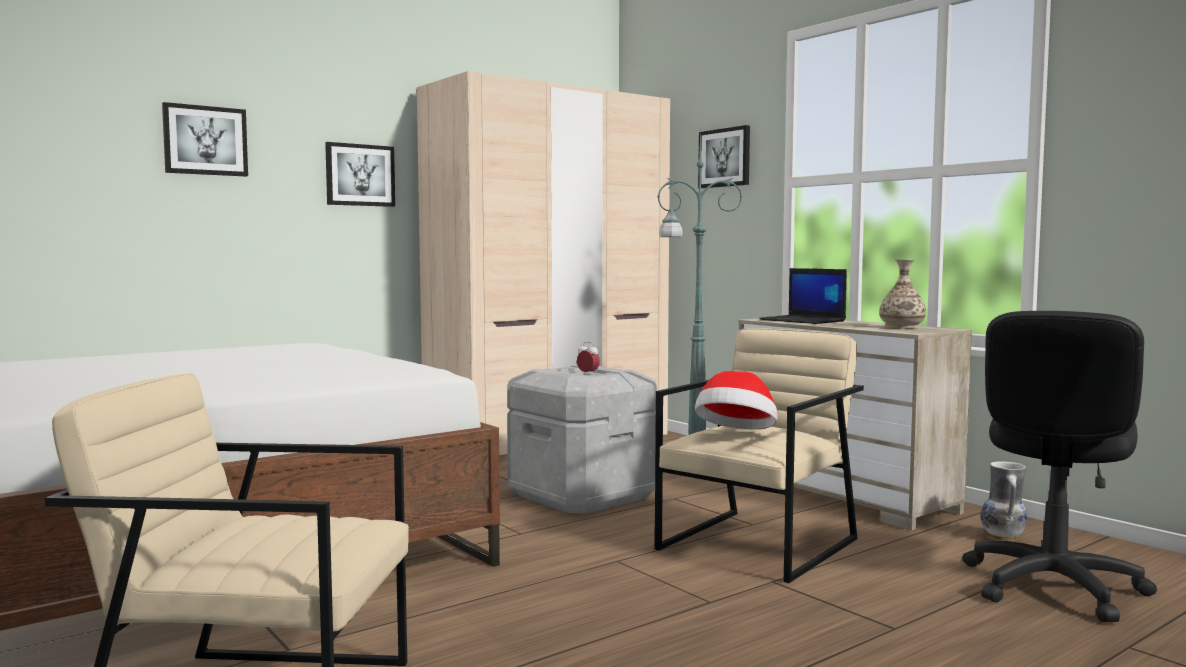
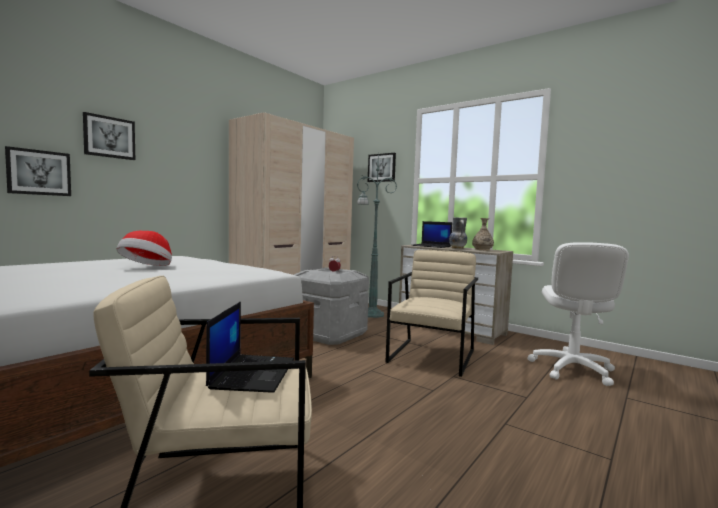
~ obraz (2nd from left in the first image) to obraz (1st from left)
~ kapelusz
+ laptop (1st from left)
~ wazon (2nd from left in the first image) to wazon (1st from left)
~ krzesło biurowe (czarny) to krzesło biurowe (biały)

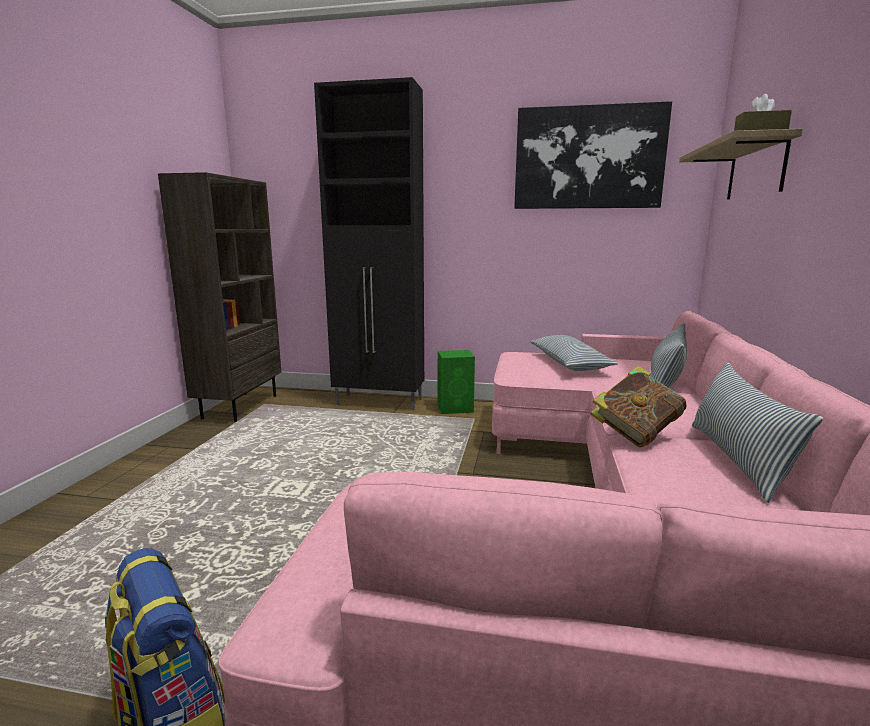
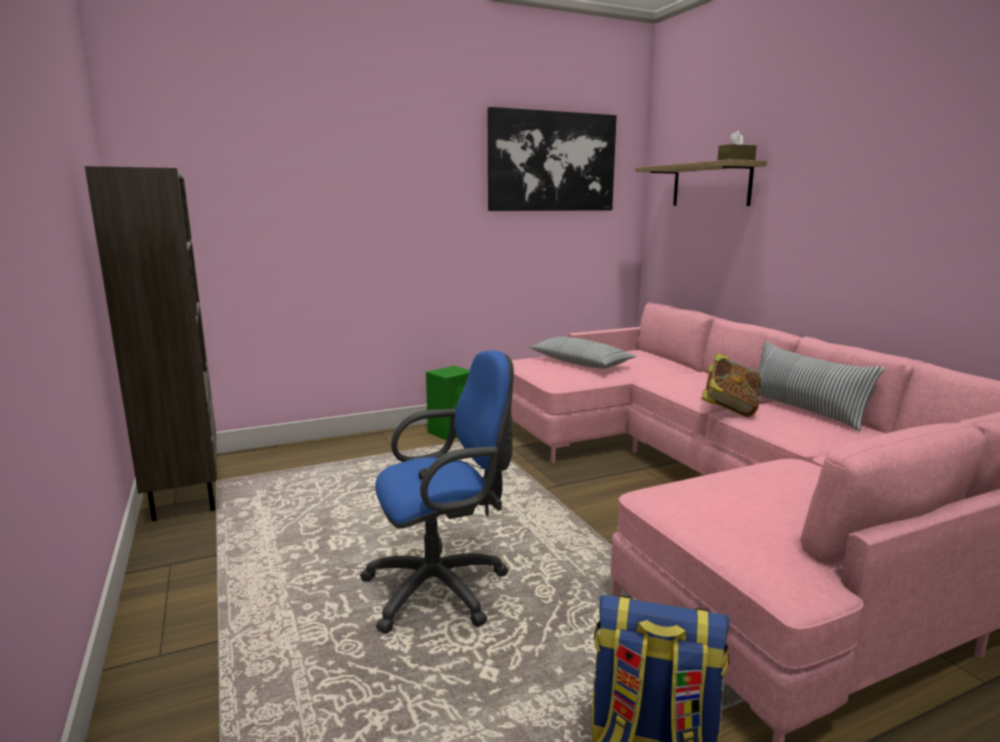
+ krzesło biurowe (niebieski)
- szafka (czarny)
- poduszka (2nd from left)

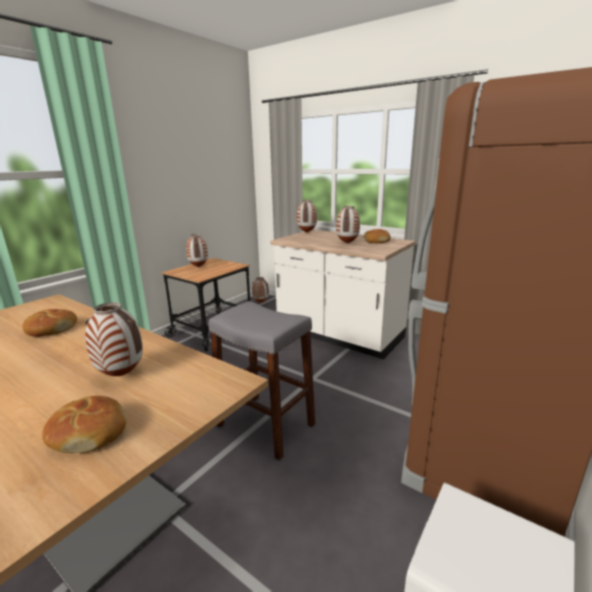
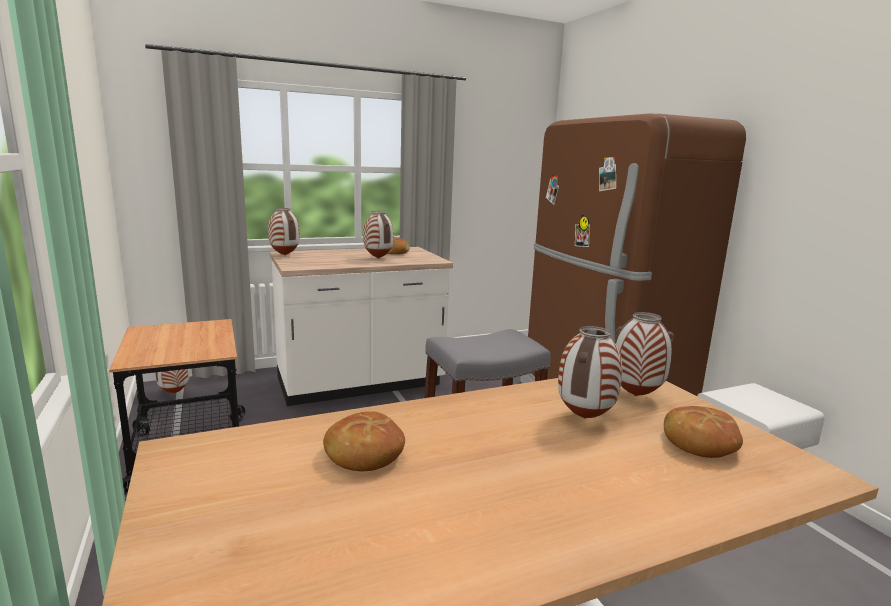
~ wazon (2nd from left in the first image) to wazon (5th from left)

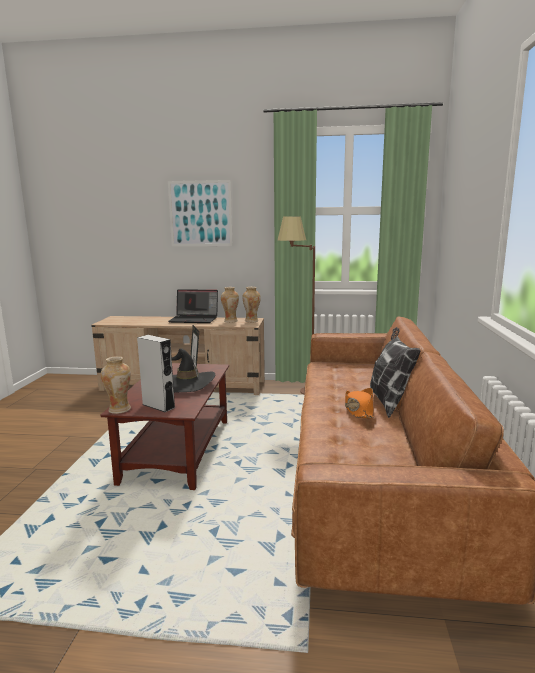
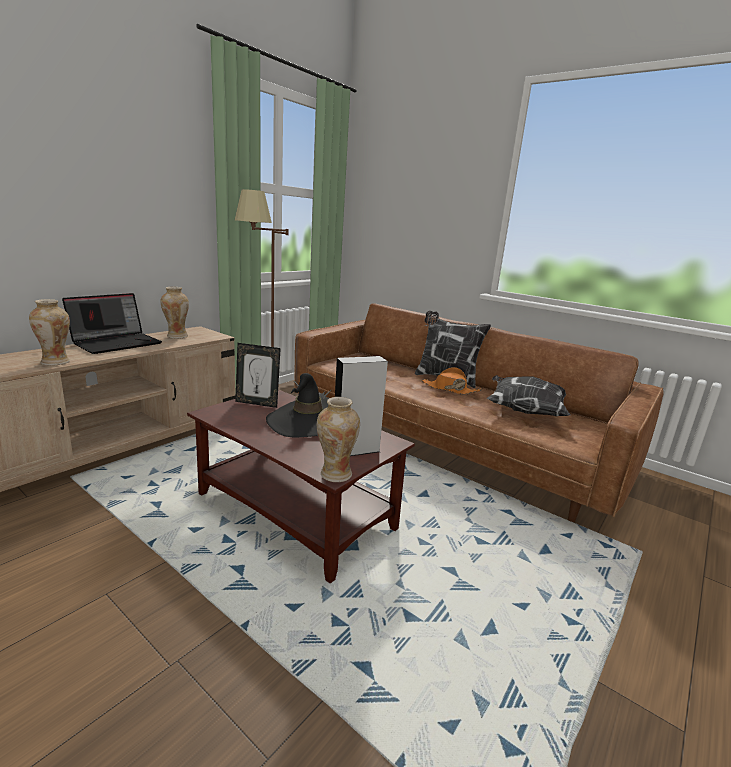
~ wazon (3rd from left in the first image) to wazon (1st from left)
+ poduszka (2nd from left)
- obraz

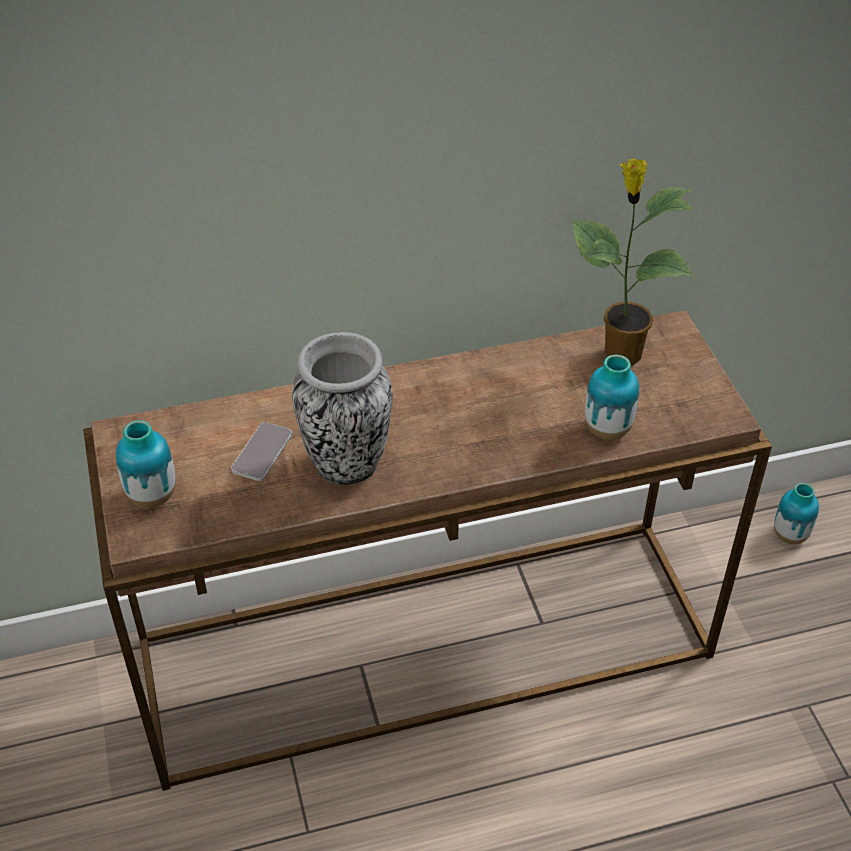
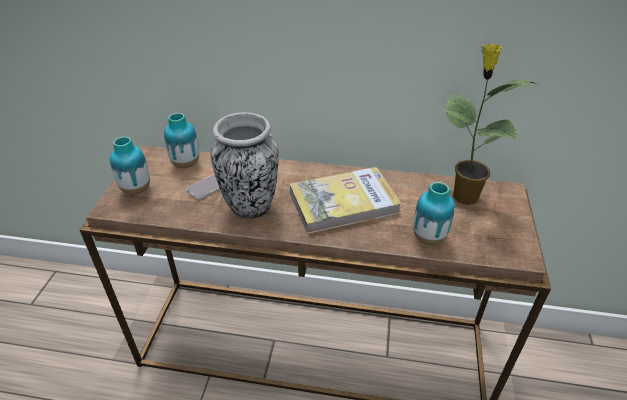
~ wazon (4th from left in the first image) to wazon (2nd from left)
+ książka

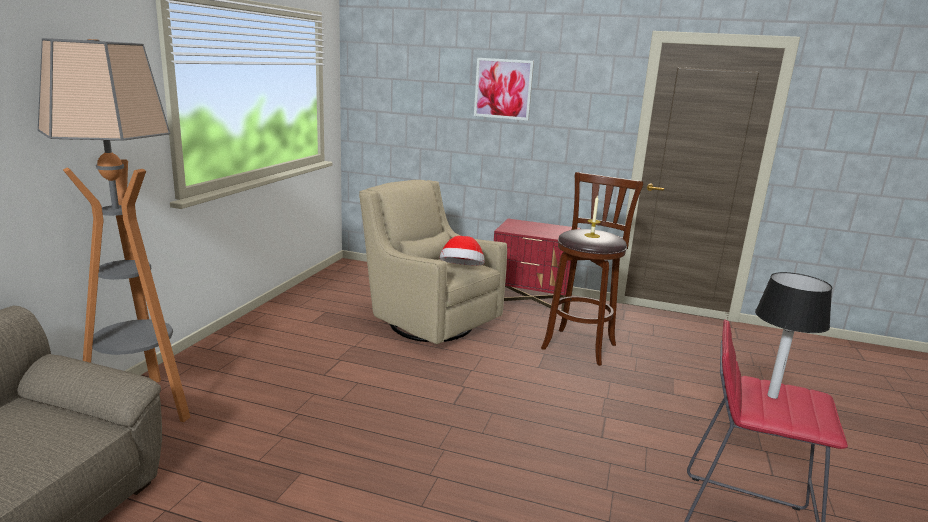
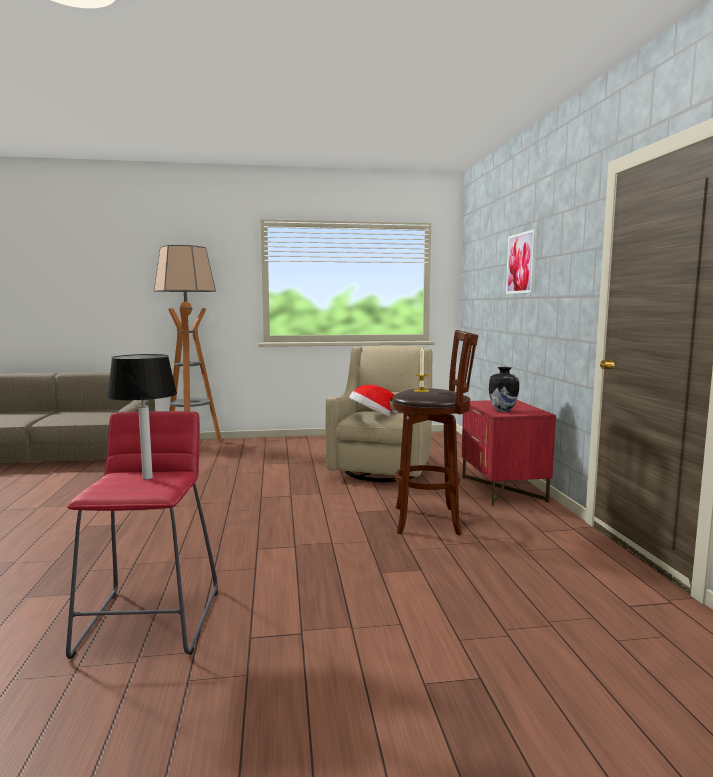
+ wazon

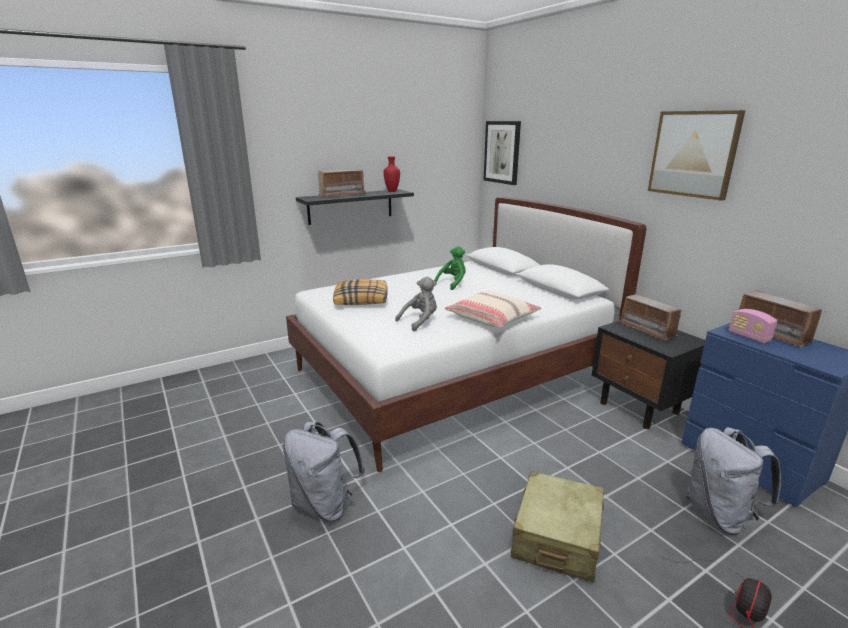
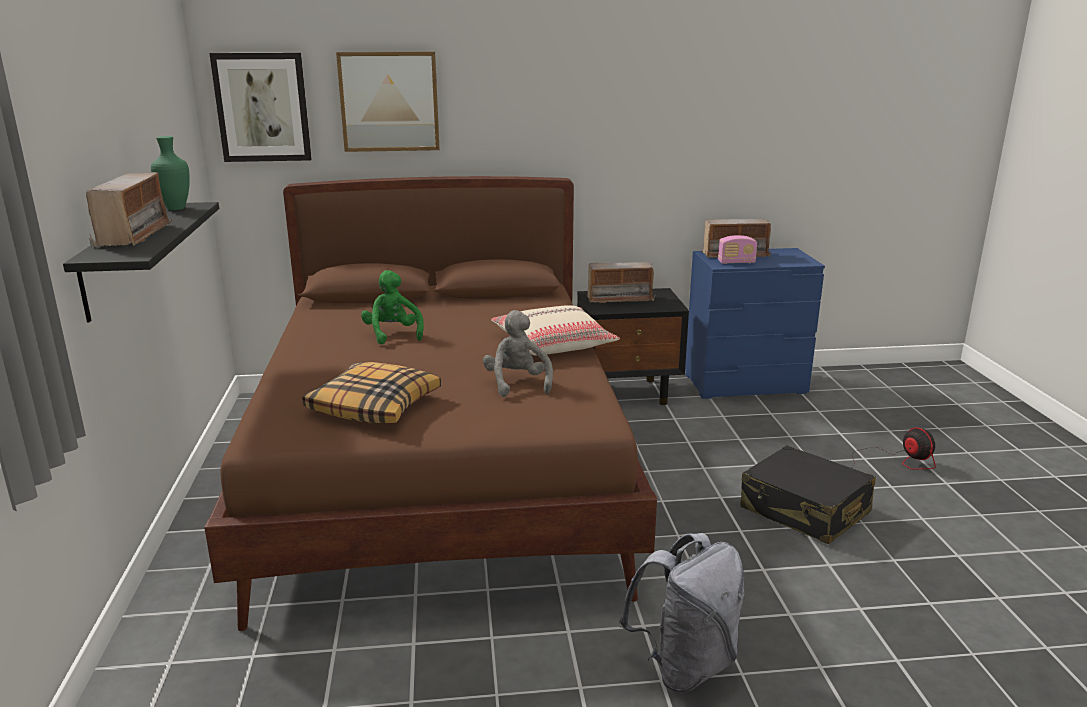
~ wazon (czerwony) to wazon (zielony)
~ łóżko (biały) to łóżko (brązowy)
~ obraz (2nd from left)
~ walizka (beżowy) to walizka (czarny)
- plecak (szary) (2nd from left)

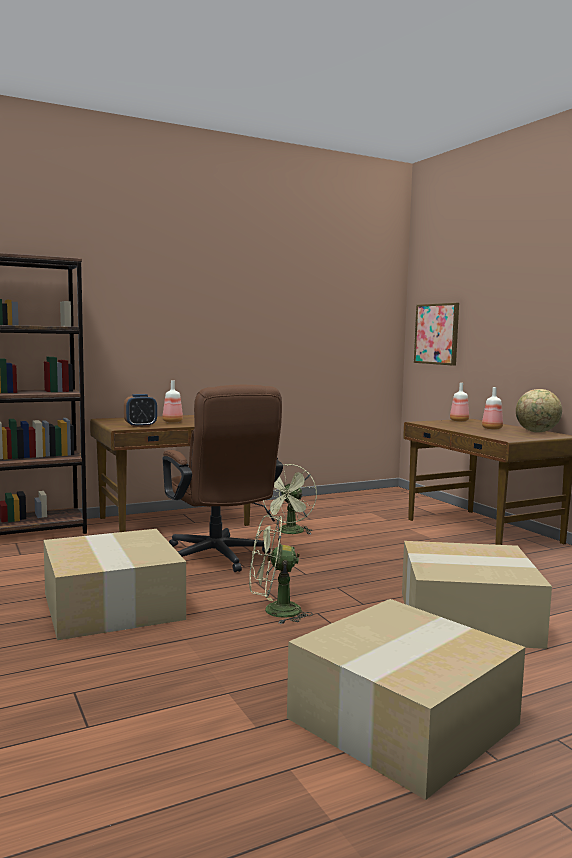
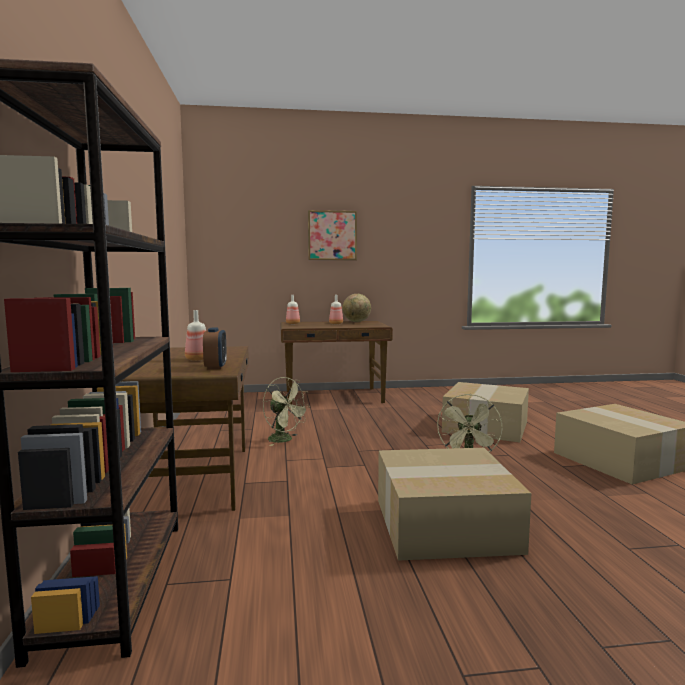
~ obraz
- krzesło biurowe (brązowy)

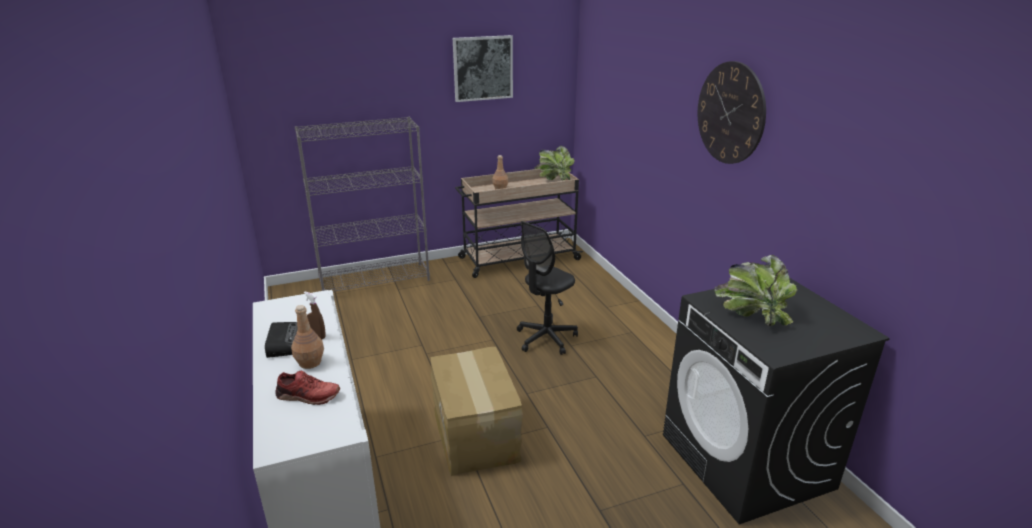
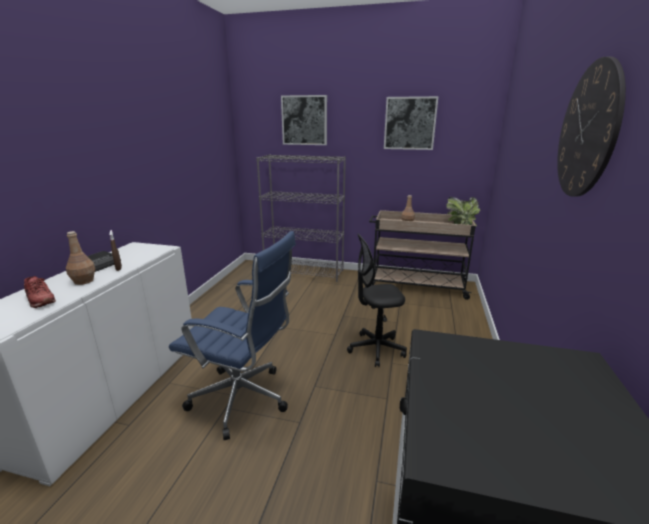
~ karton to krzesło biurowe (niebieski)
+ obraz (1st from left)
- roślina doniczkowa (2nd from left)

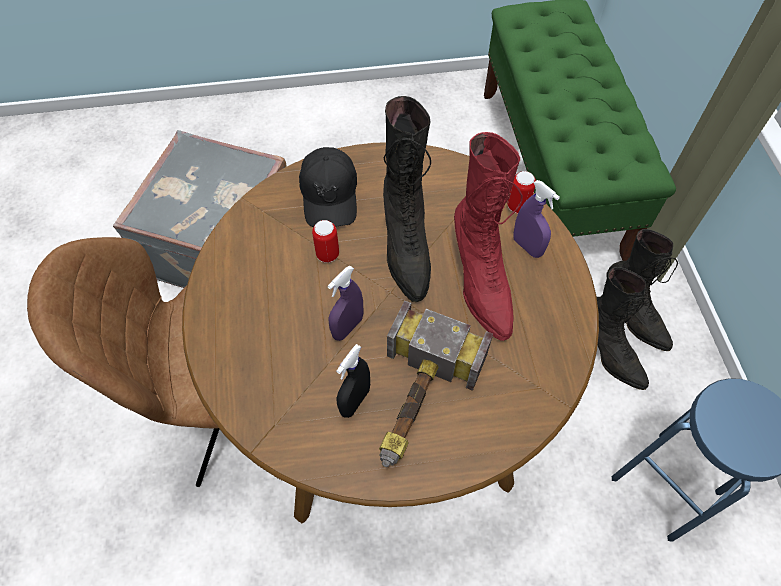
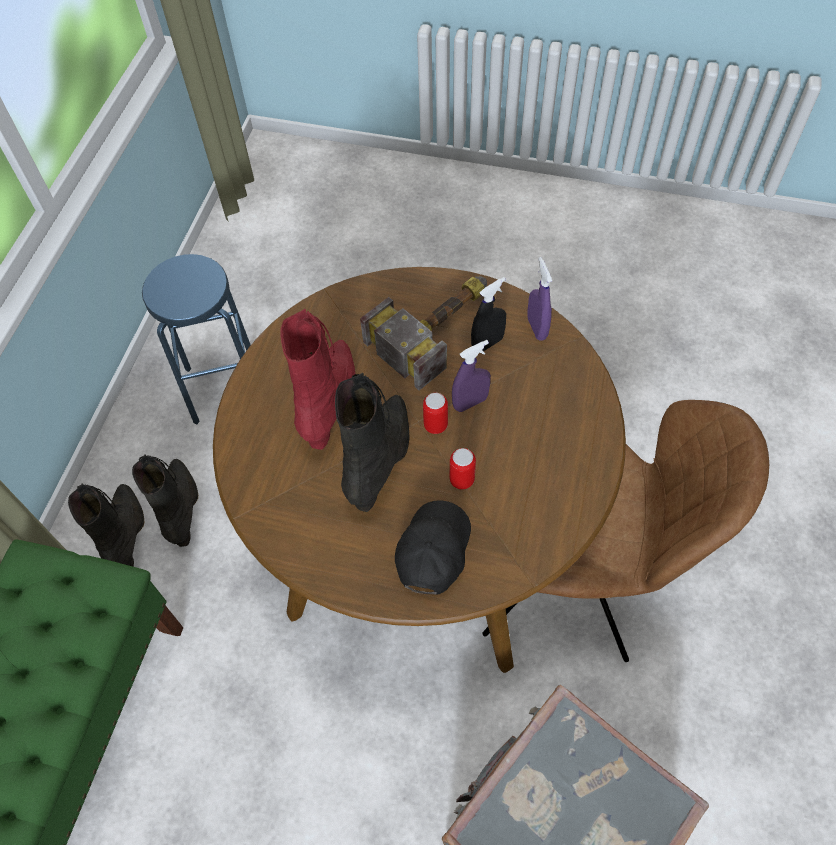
~ puszka (2nd from left in the first image) to puszka (1st from left)
~ spryskiwacz (fioletowy) (2nd from left)

